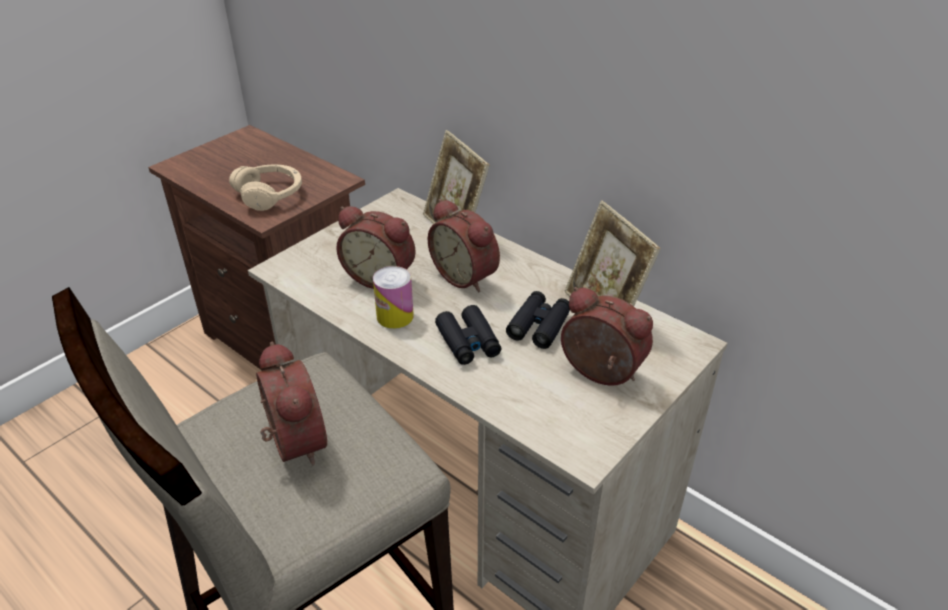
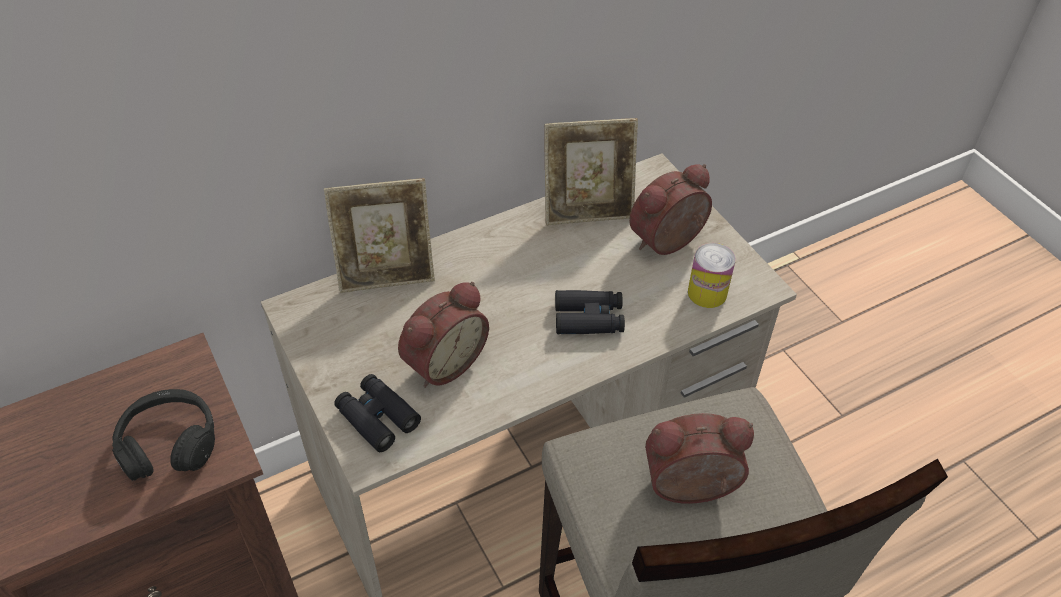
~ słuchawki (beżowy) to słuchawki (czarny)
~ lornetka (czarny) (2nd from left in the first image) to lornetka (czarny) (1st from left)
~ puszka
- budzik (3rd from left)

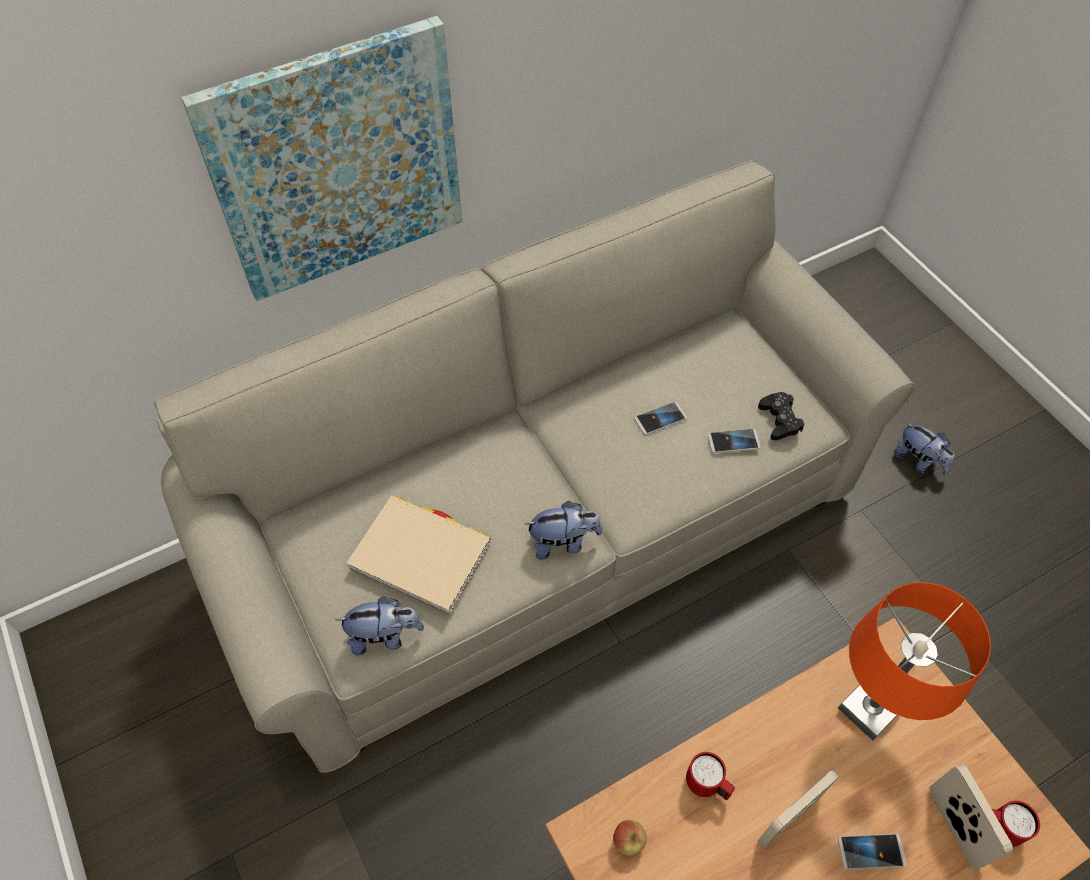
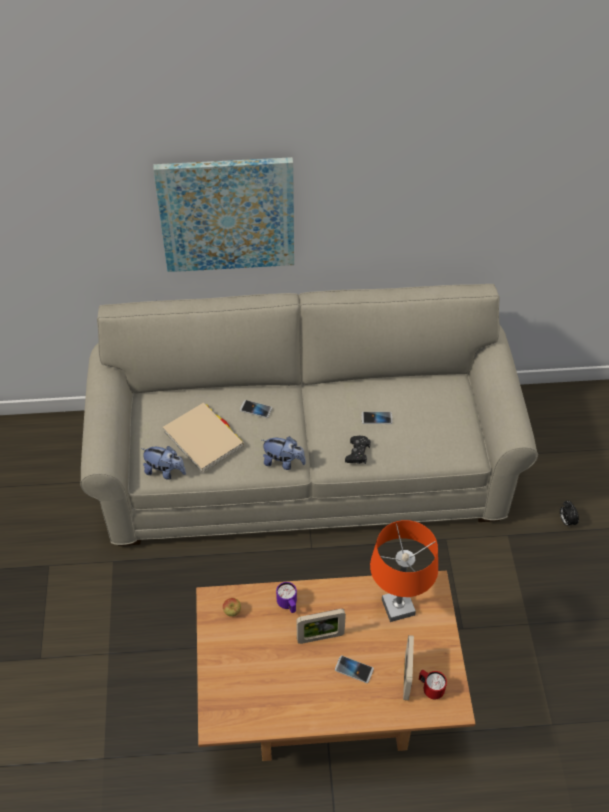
~ telefon (2nd from left in the first image) to telefon (1st from left)
~ kubek (czerwony) (1st from left) to kubek (fioletowy)
~ pad do gier (czarny)
~ pluszak (3rd from left) to budzik

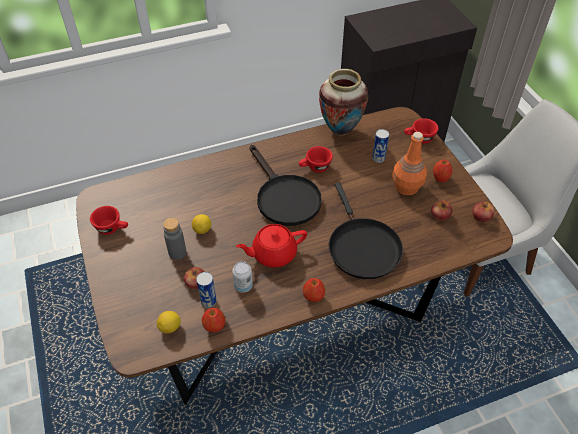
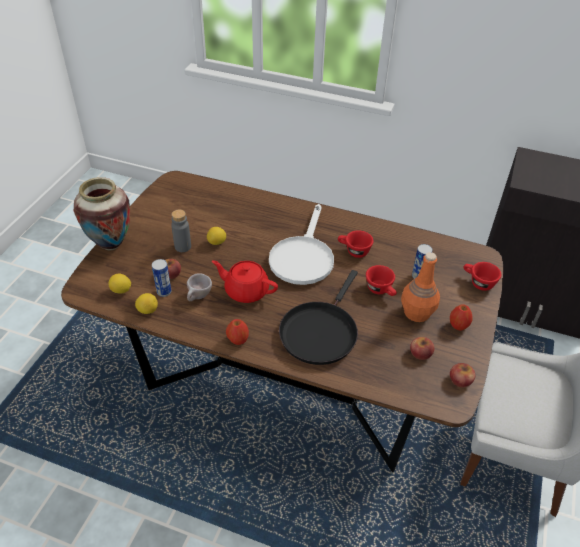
~ wazon
~ jabłko (2nd from left) to cytryna (2nd from left)
~ puszka (2nd from left) to filiżanka (beżowy)
~ patelnia (czarny) (1st from left) to patelnia (biały)
~ filiżanka (czerwony) (1st from left in the first image) to filiżanka (czerwony) (2nd from left)

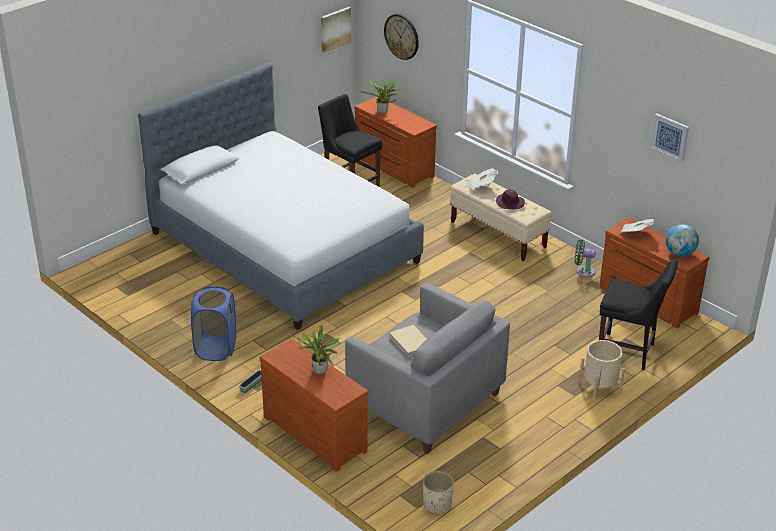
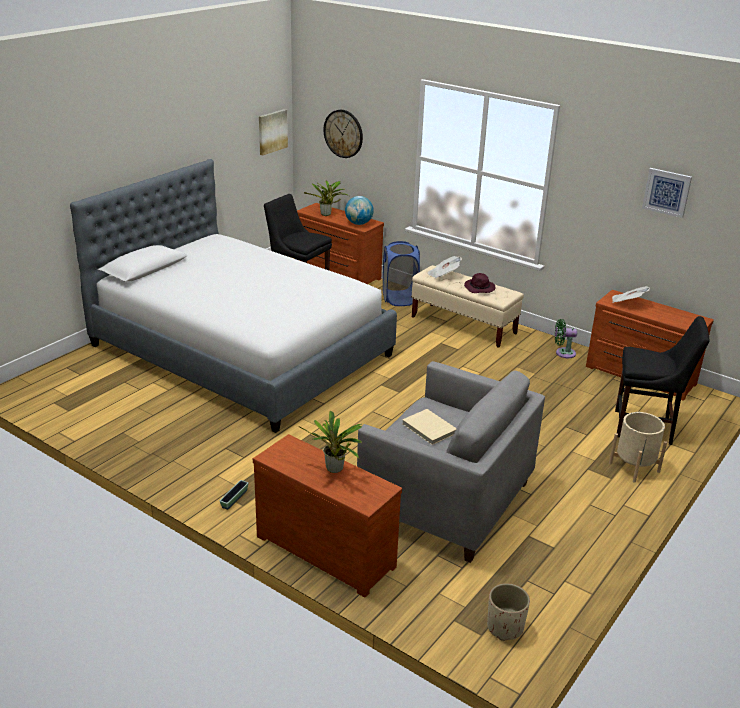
~ globus
~ kosz na pranie (niebieski)

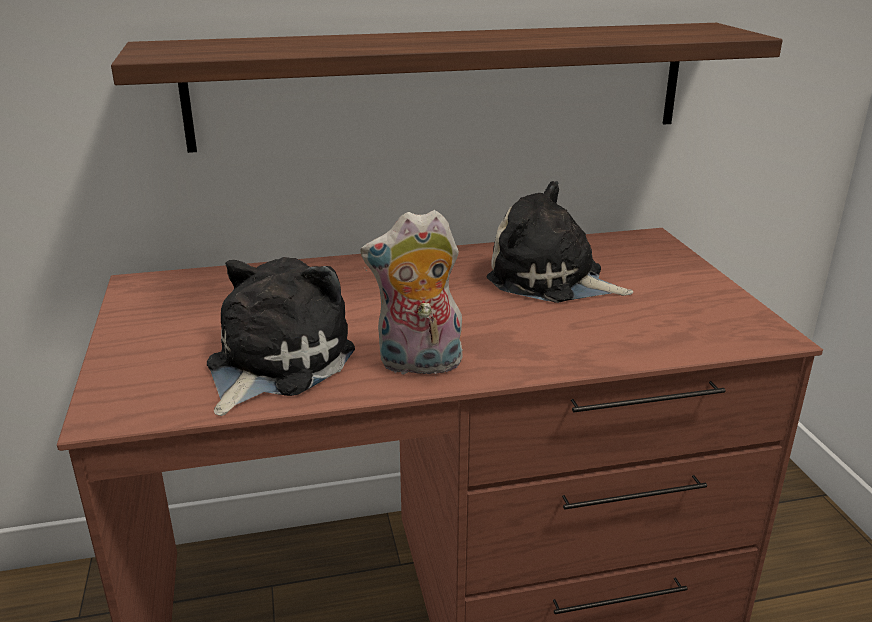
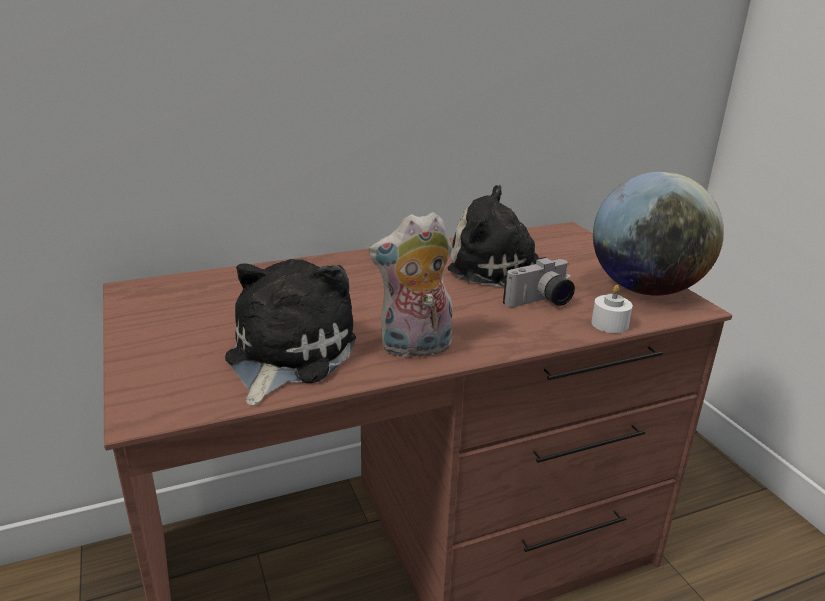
+ aparat fotograficzny
+ świeca (biały)
+ globus
- półka

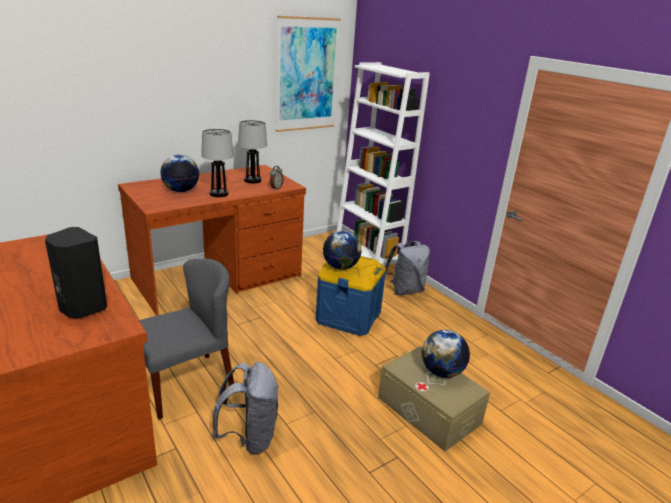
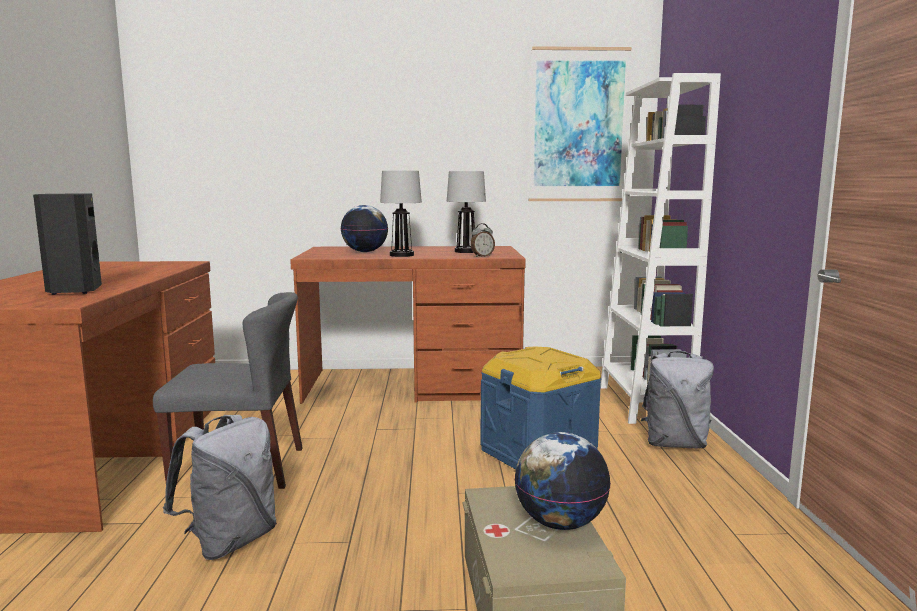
- globus (2nd from left)

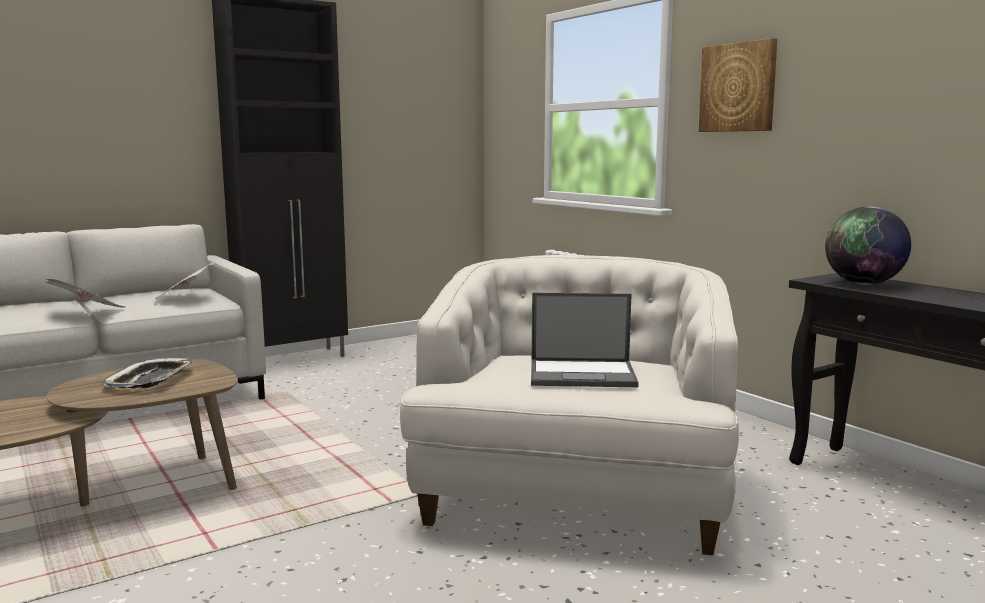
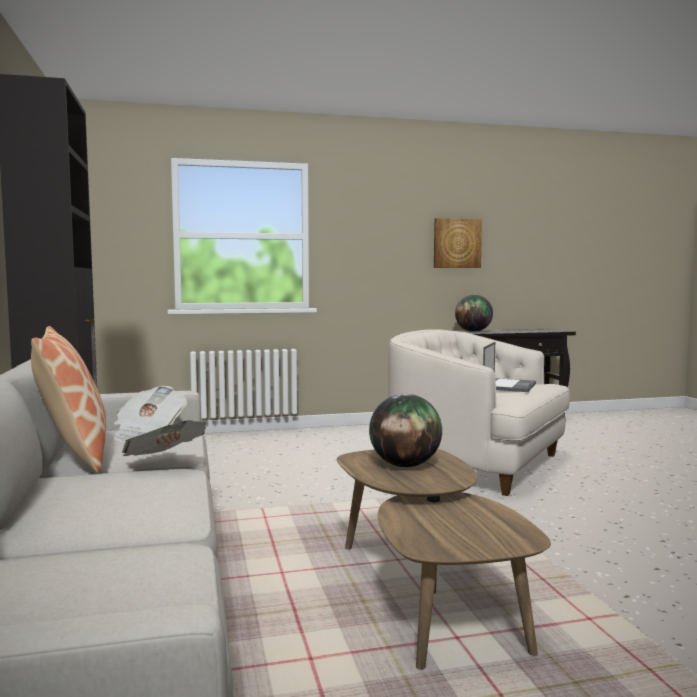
+ poduszka
~ taca to globus (1st from left)
~ obraz

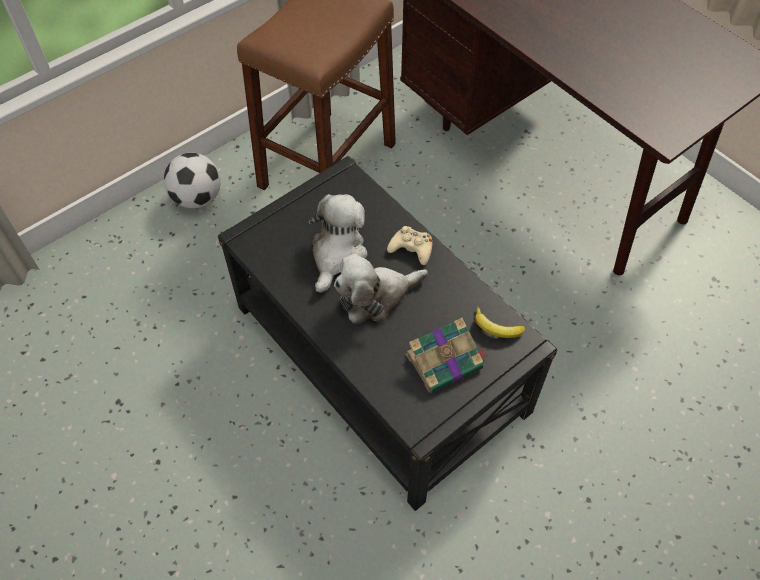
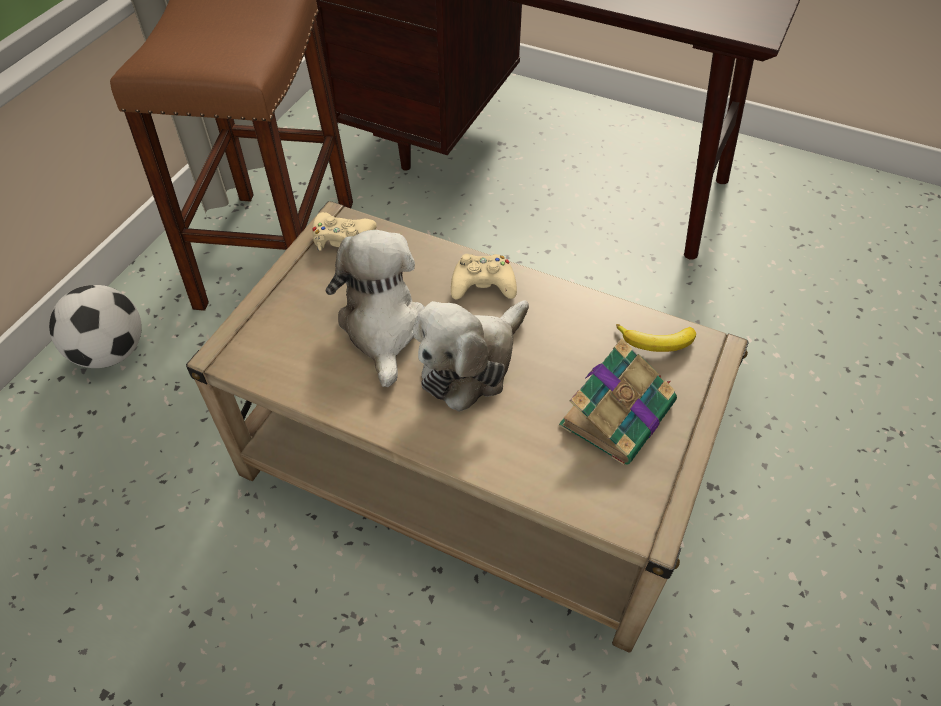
~ ława (czarny) to ława (beżowy)
+ pad do gier (beżowy) (1st from left)

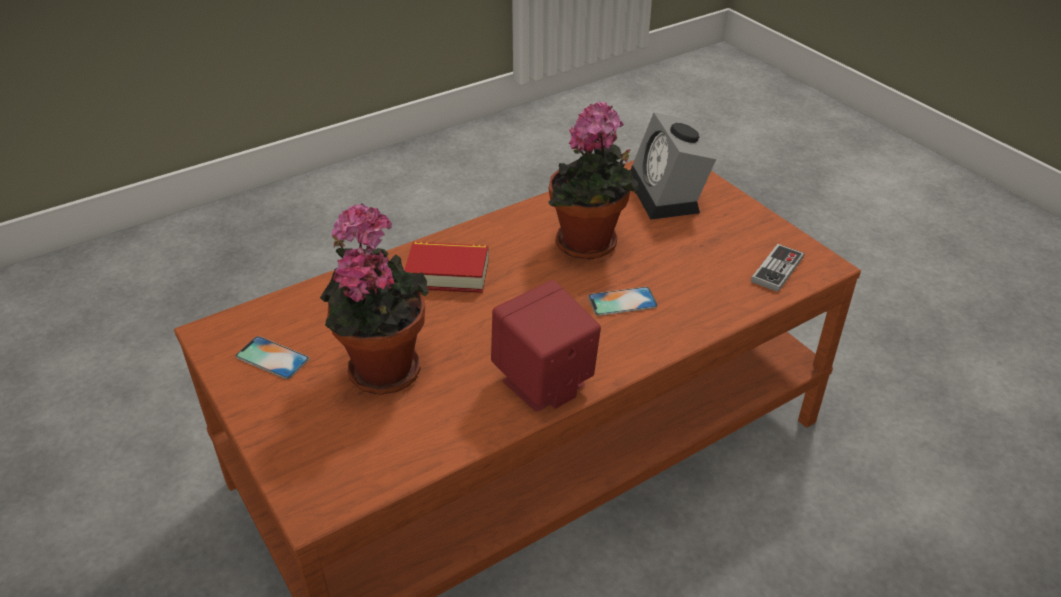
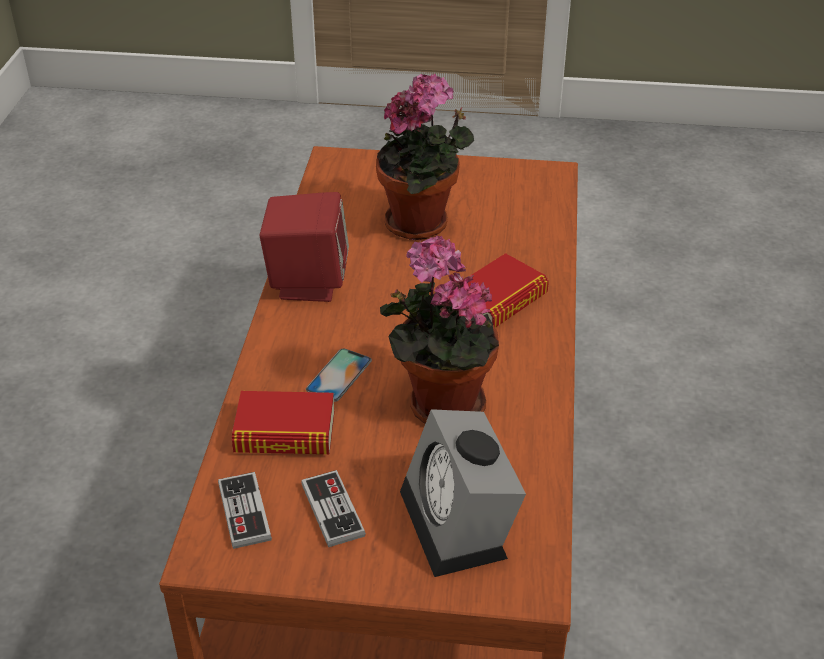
+ książka (1st from left)
+ pad do gier (2nd from left)
~ budzik 135 degrees counterclockwise
- telefon (1st from left)

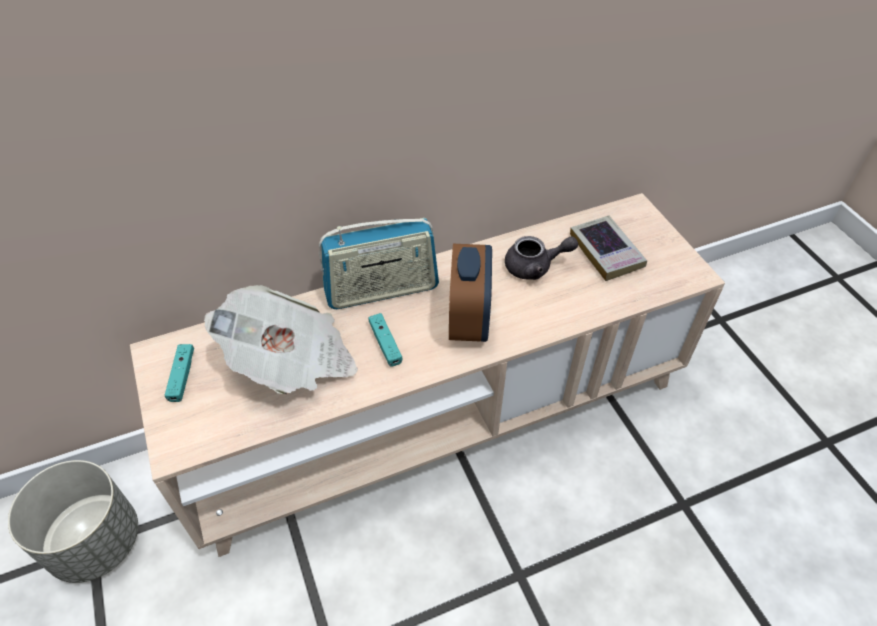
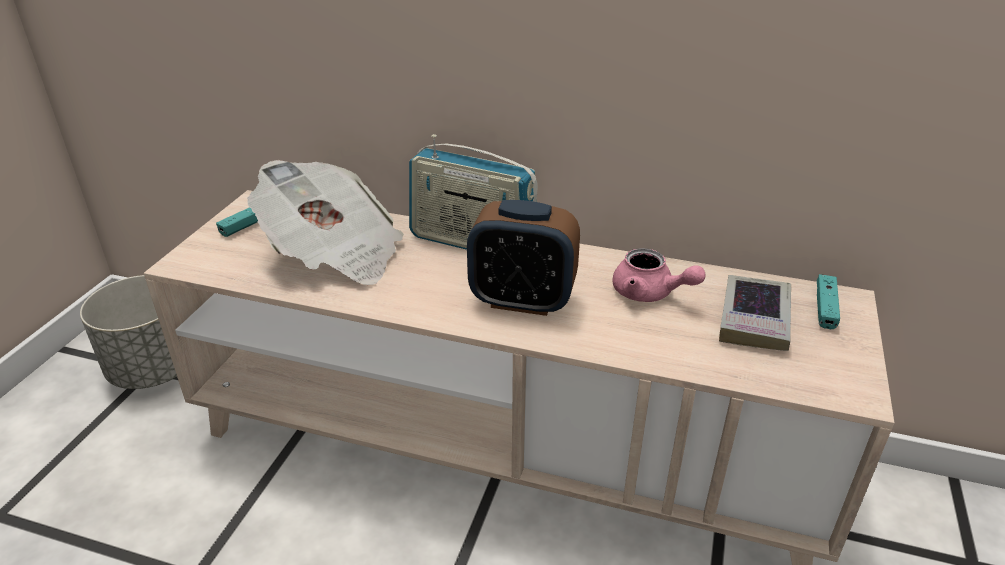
~ budzik 60 degrees clockwise
~ imbryk (szary) to imbryk (różowy)
~ pad do gier (turkusowy) (2nd from left)

